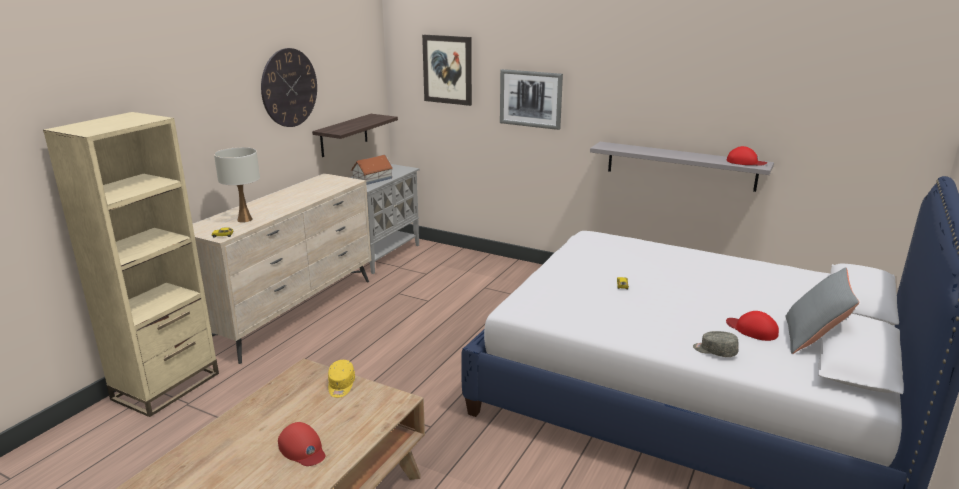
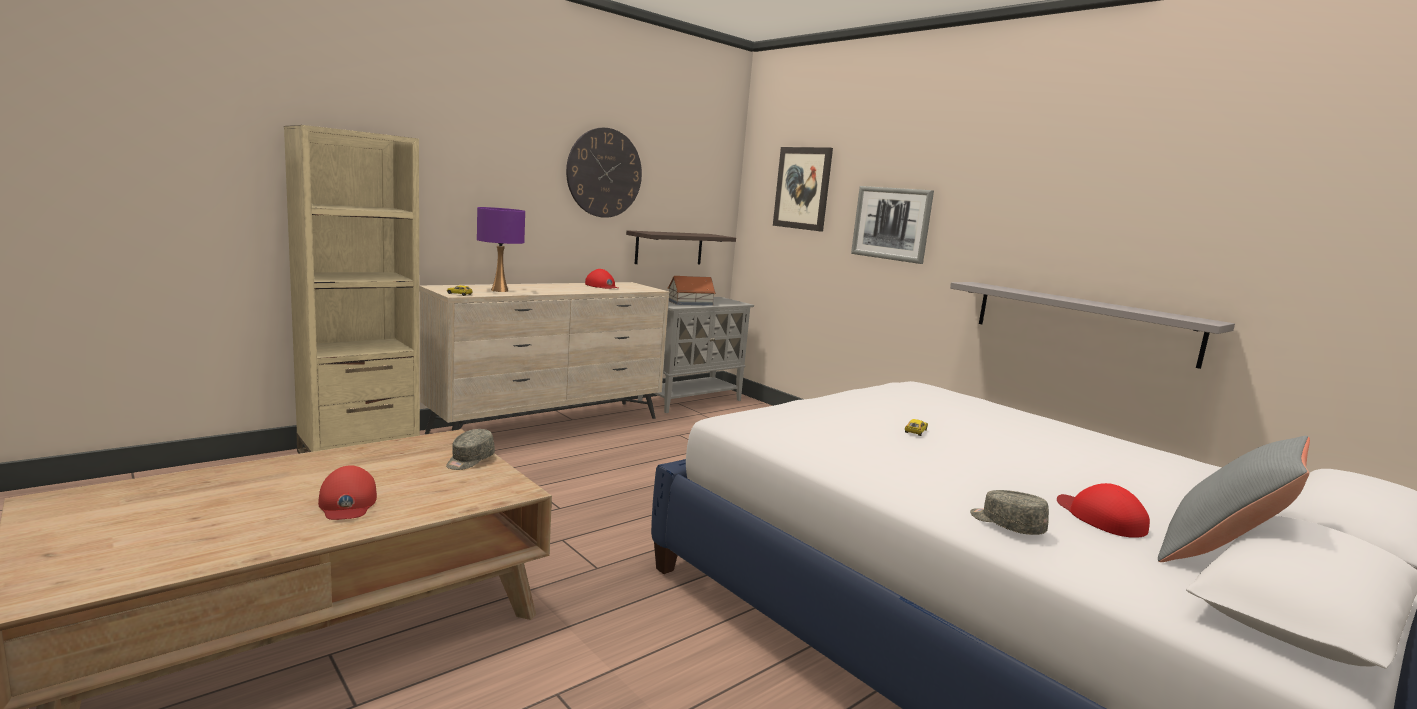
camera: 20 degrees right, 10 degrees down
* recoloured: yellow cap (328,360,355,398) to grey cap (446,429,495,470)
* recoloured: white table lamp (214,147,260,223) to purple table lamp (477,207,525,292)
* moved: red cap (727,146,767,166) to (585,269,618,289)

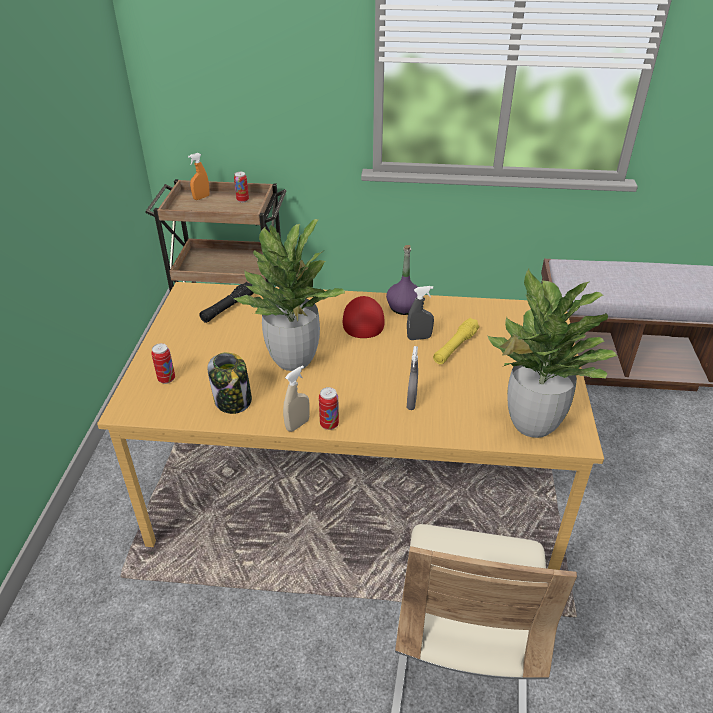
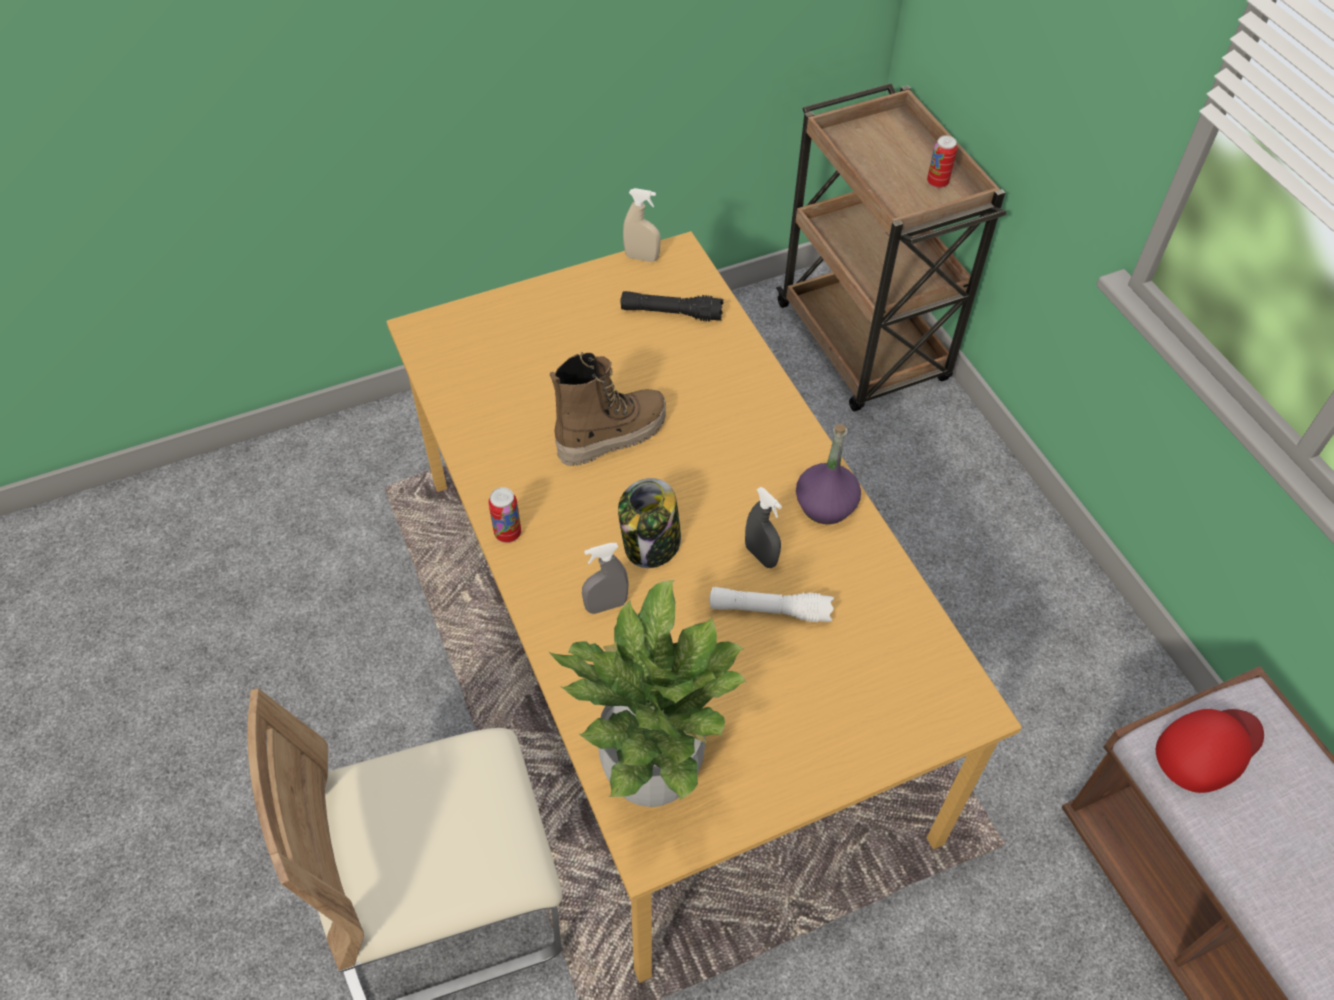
camera: 60 degrees right, 15 degrees up
* replaced: potted plant (233,219,345,371) to boot (550,352,666,466)
* moved: jar (207,352,252,414) to (618,478,681,568)
* moved: beige spray bottle (283,365,310,432) to (623,188,661,262)
* recoloured: yellow flashlight (433,318,480,364) to white flashlight (709,587,834,622)
* moved: red cap (343,296,385,338) to (1156,709,1264,793)
* removed: can (151,343,175,384)
* removed: orange spray bottle (188,153,210,200)

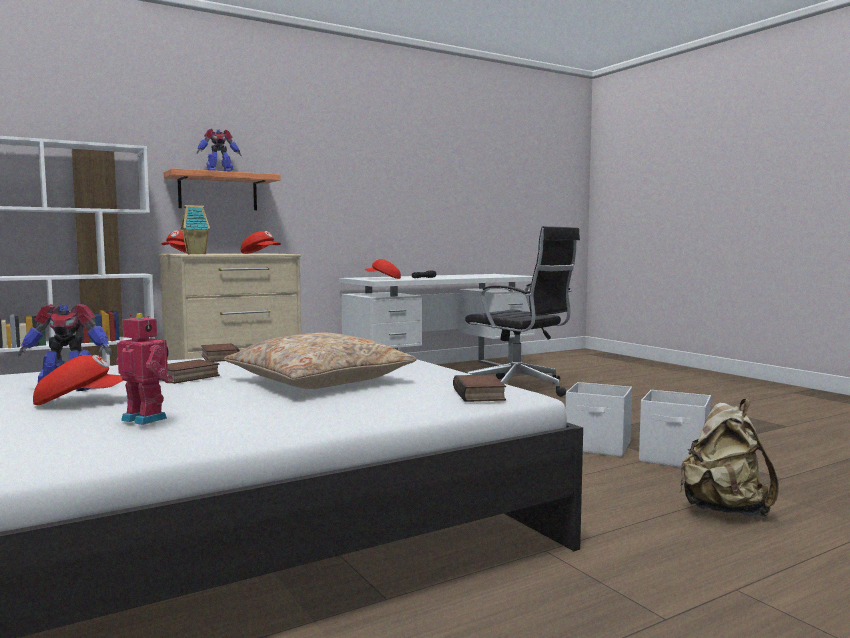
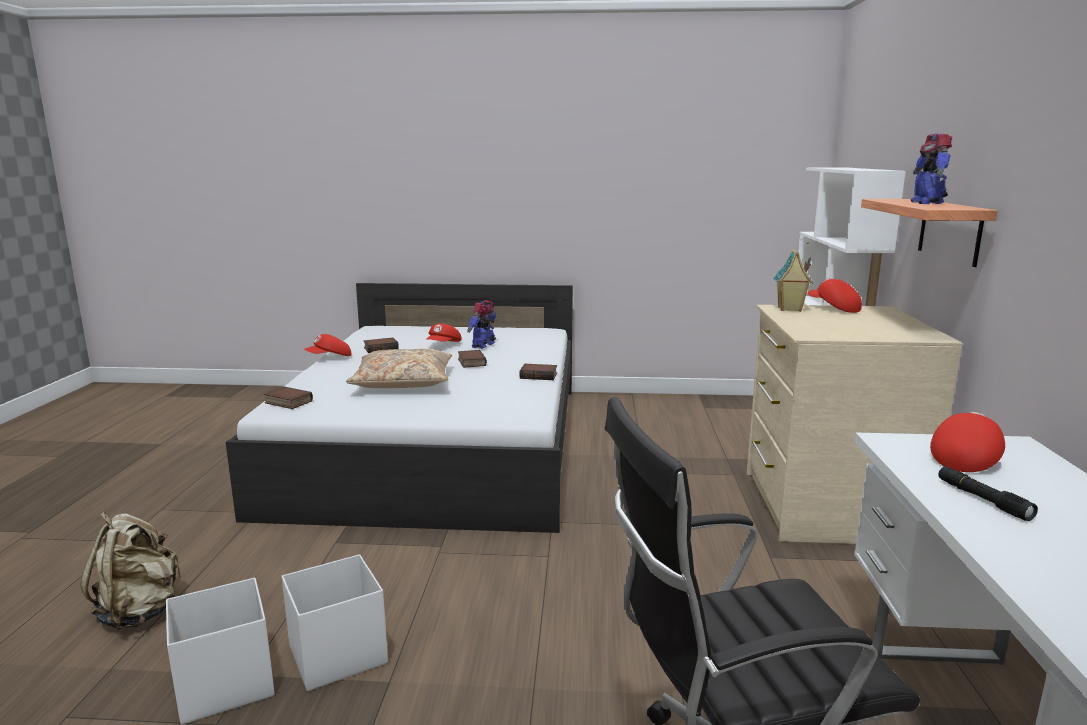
camera: 125 degrees right, 10 degrees up
* moved: red cap (241,231,281,254) to (304,334,352,356)
* replaced: toy robot (116,313,173,425) to book (364,337,399,353)

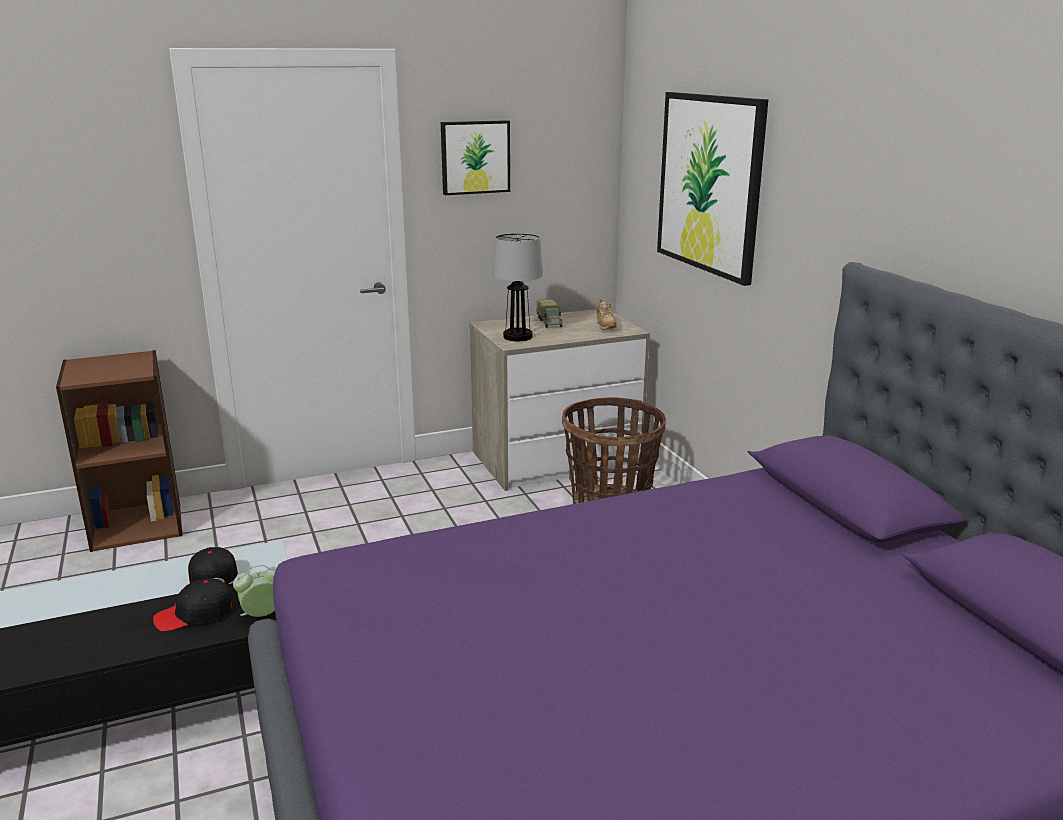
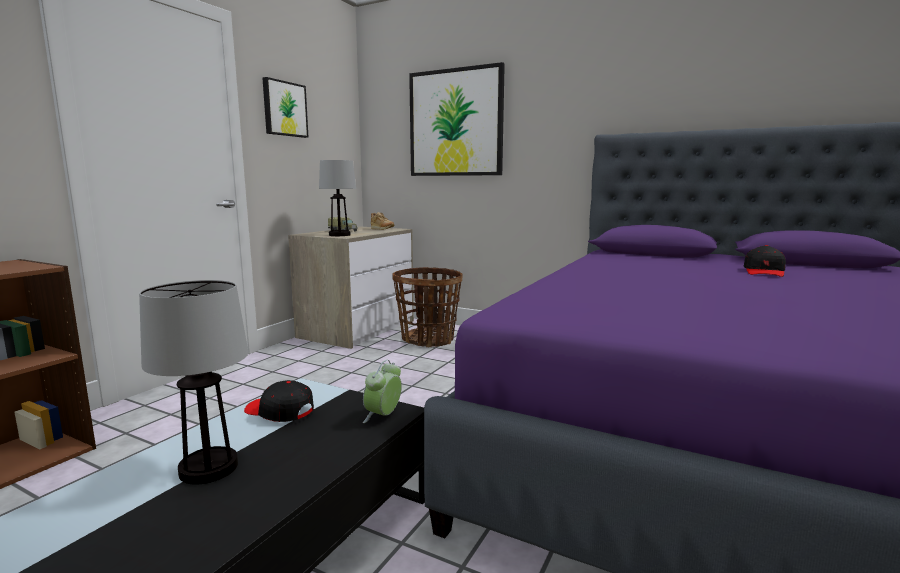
camera: 40 degrees left, 10 degrees down
* added: table lamp (139,280,248,485)
* moved: black cap (153,578,232,631) to (743,245,786,277)

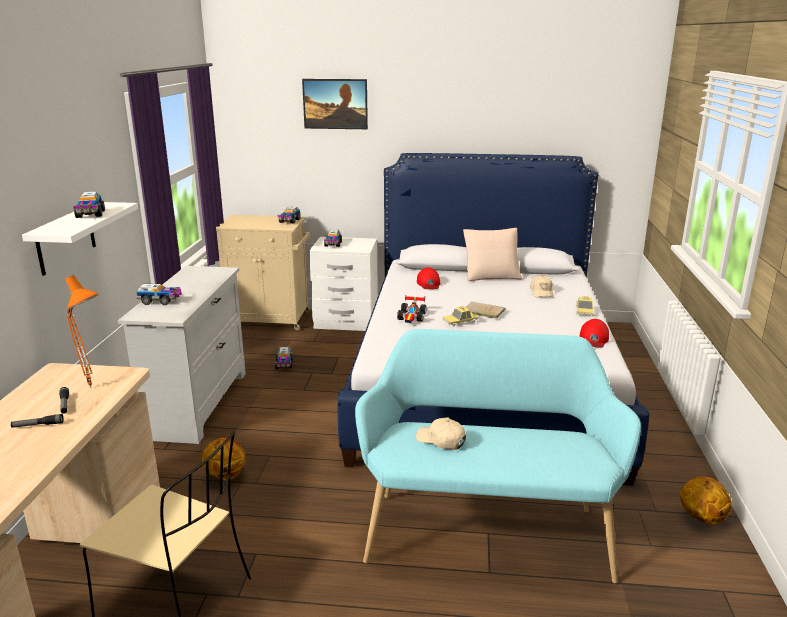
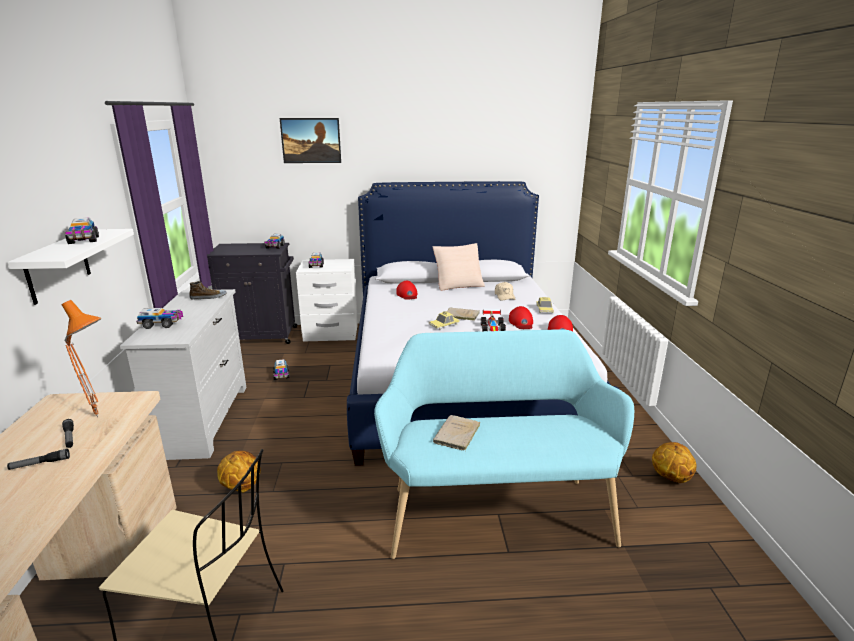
camera: 10 degrees left, 0 degrees up
* added: shoe (189,281,227,300)
* recoloured: beige cabinet (216,215,310,330) to black cabinet (207,243,297,344)
* replaced: beige cap (416,418,466,450) to beige book (433,415,480,451)
* moved: toy car (397,296,427,323) to (481,310,506,331)
* added: red cap (509,306,533,329)

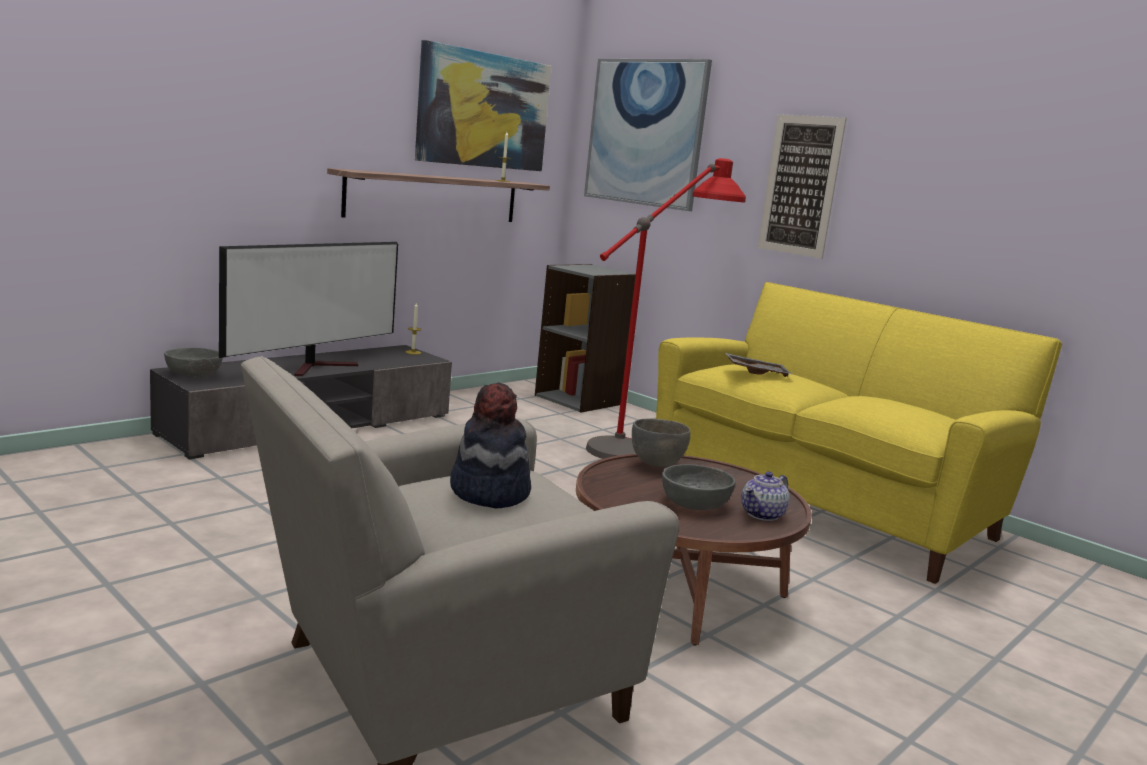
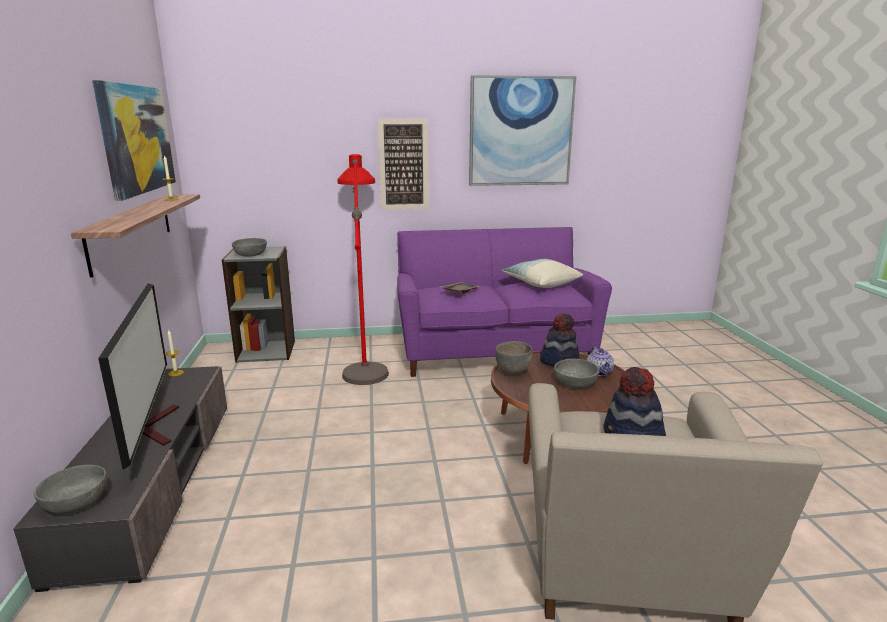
camera: 50 degrees left, 5 degrees up
* added: grey bowl (232,238,267,257)
* recoloured: yellow sofa (656,282,1062,584) to purple sofa (397,227,612,377)
* moved: picture (584,59,712,211) to (469,75,576,186)
* added: pillow (501,259,583,288)
* added: hat (540,313,579,366)

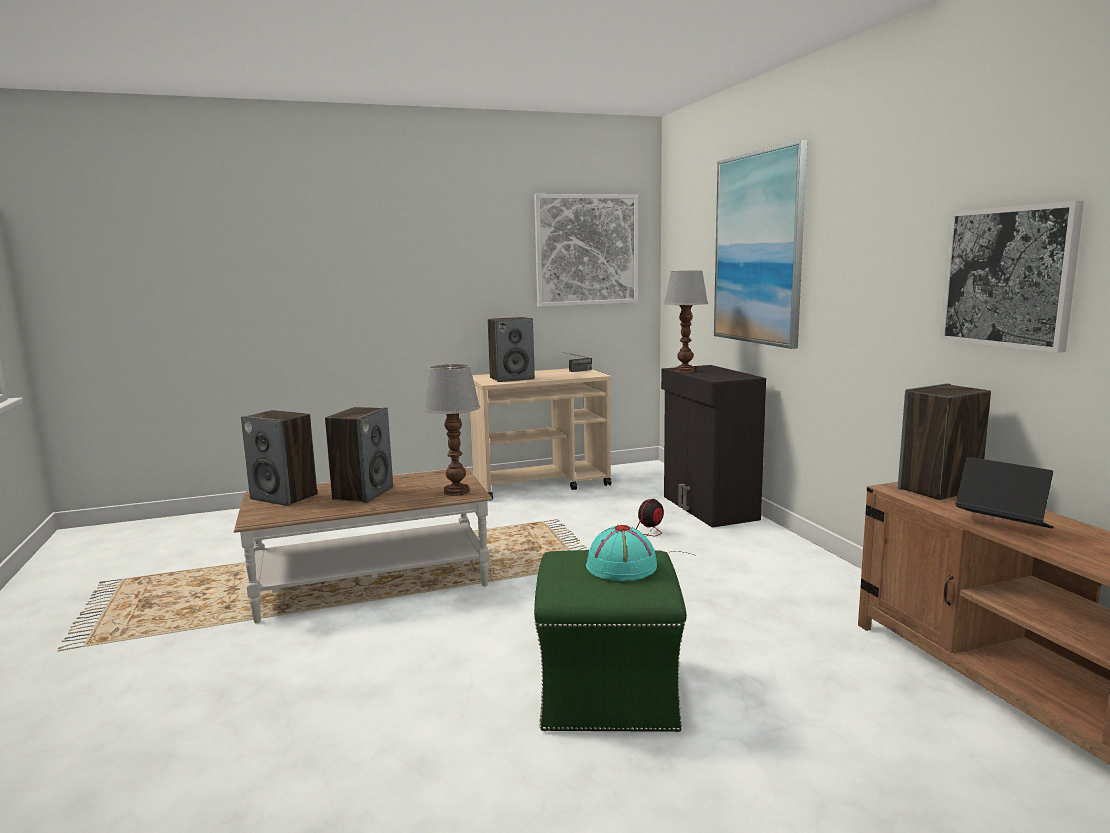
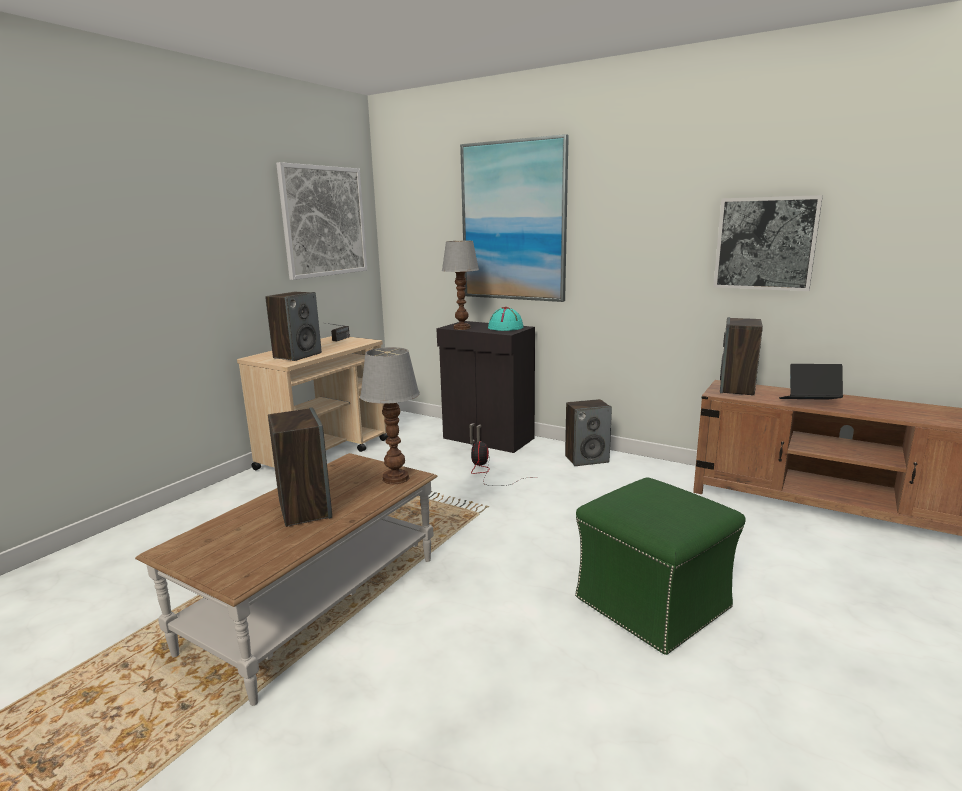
camera: 40 degrees left, 5 degrees up
* moved: turquoise hat (586,525,657,581) to (488,307,523,331)
* moved: speaker (241,410,317,506) to (565,399,612,466)

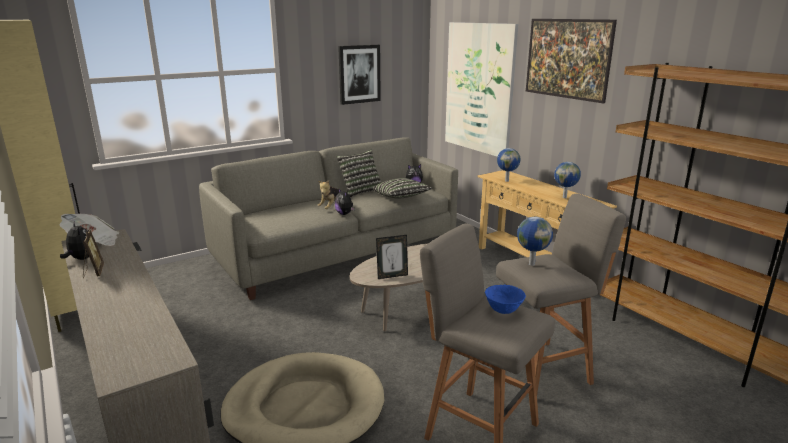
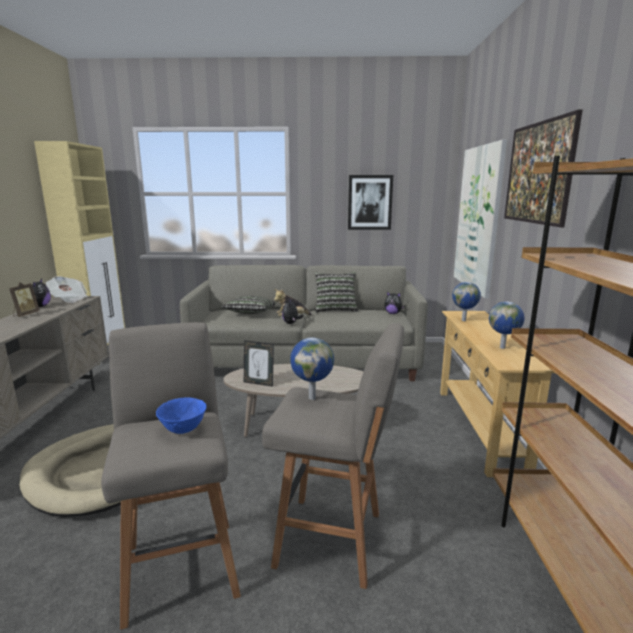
camera: 35 degrees right, 5 degrees down
* moved: pillow (373,178,432,198) to (221,296,276,314)

